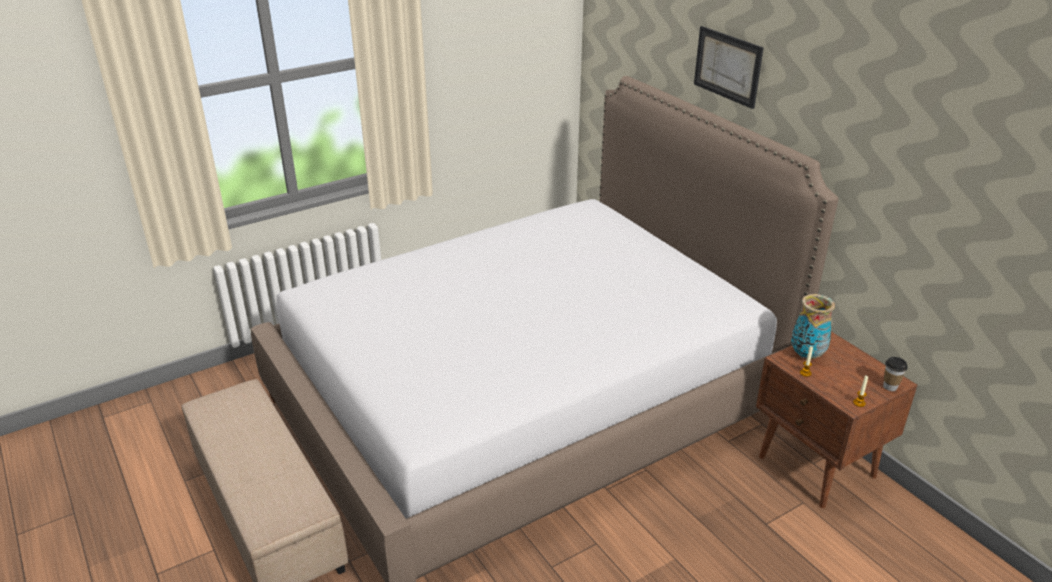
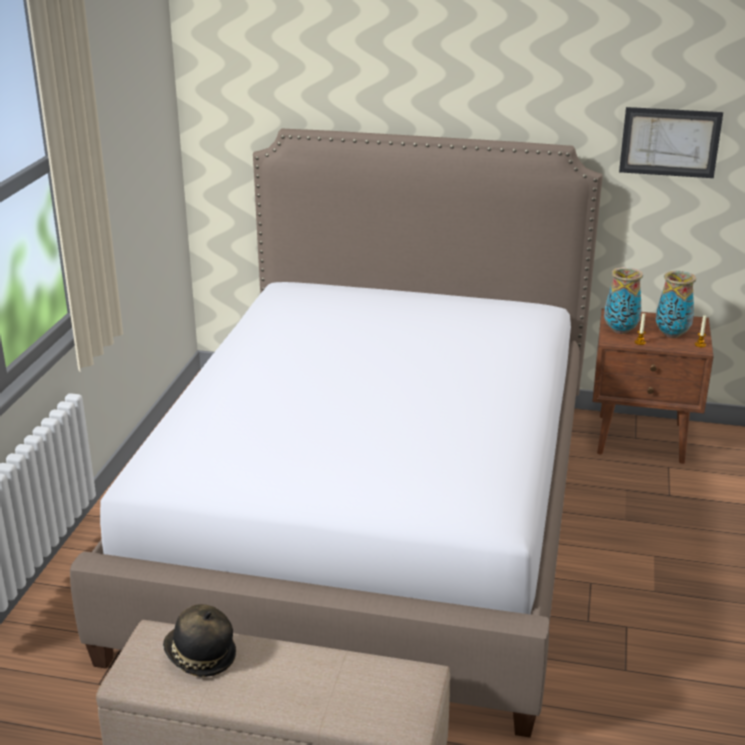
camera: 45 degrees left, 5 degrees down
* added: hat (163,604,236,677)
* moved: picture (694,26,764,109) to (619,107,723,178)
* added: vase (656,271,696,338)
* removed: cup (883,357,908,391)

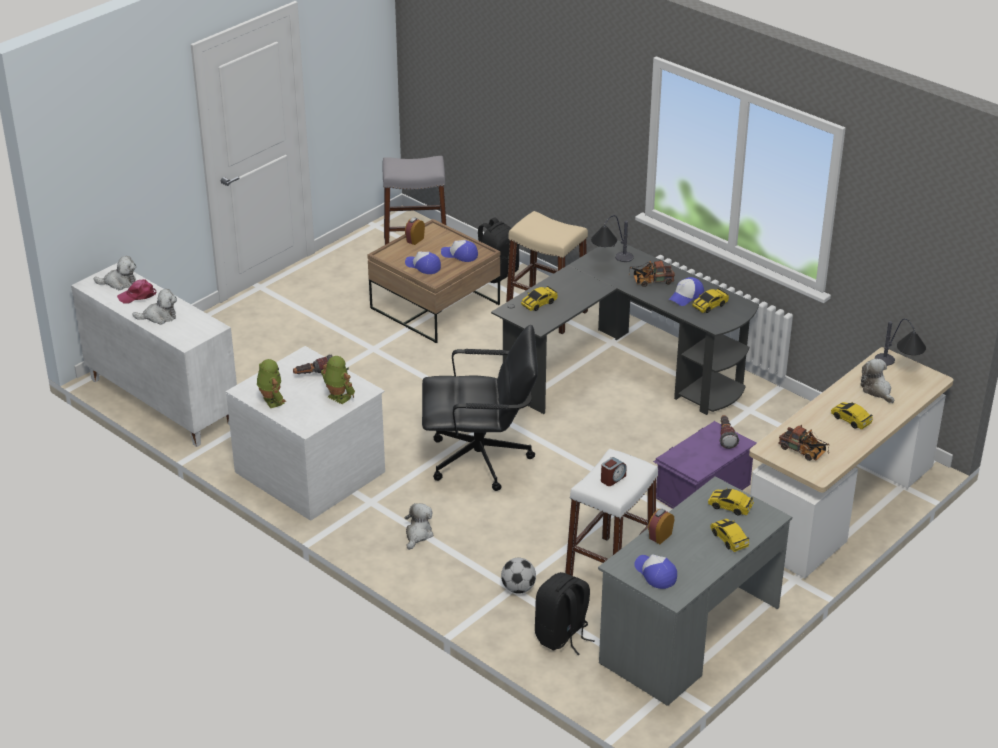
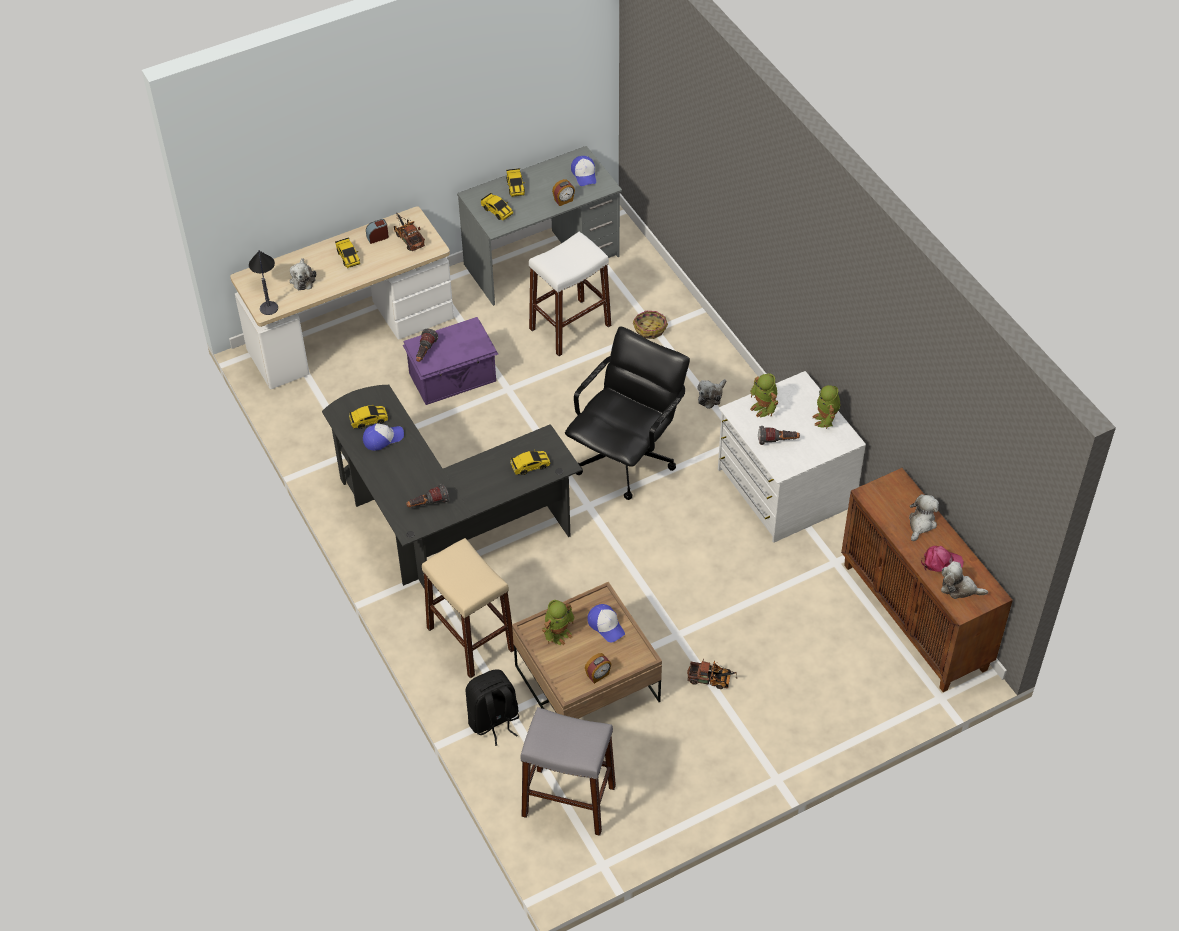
camera: 160 degrees left, 15 degrees up
* moved: alarm clock (601,457,627,486) to (366,219,389,244)
* replaced: table lamp (591,215,634,262) to flashlight (406,484,449,507)
* replaced: cap (441,240,478,262) to toy robot (542,600,575,645)
* turned: black office chair (422,324,538,491) = (565,327,690,500) 105 degrees clockwise
* replaced: football (501,558,536,594) to basket (633,311,668,339)
* moved: toy truck (628,260,675,287) to (687,658,737,689)
* recoloured: white cabinet (71,263,237,447) to brown cabinet (841,468,1013,692)
* turned: plush toy (132,289,177,325) = (909,494,939,541) 105 degrees clockwise
* removed: black backpack (535,572,595,655)

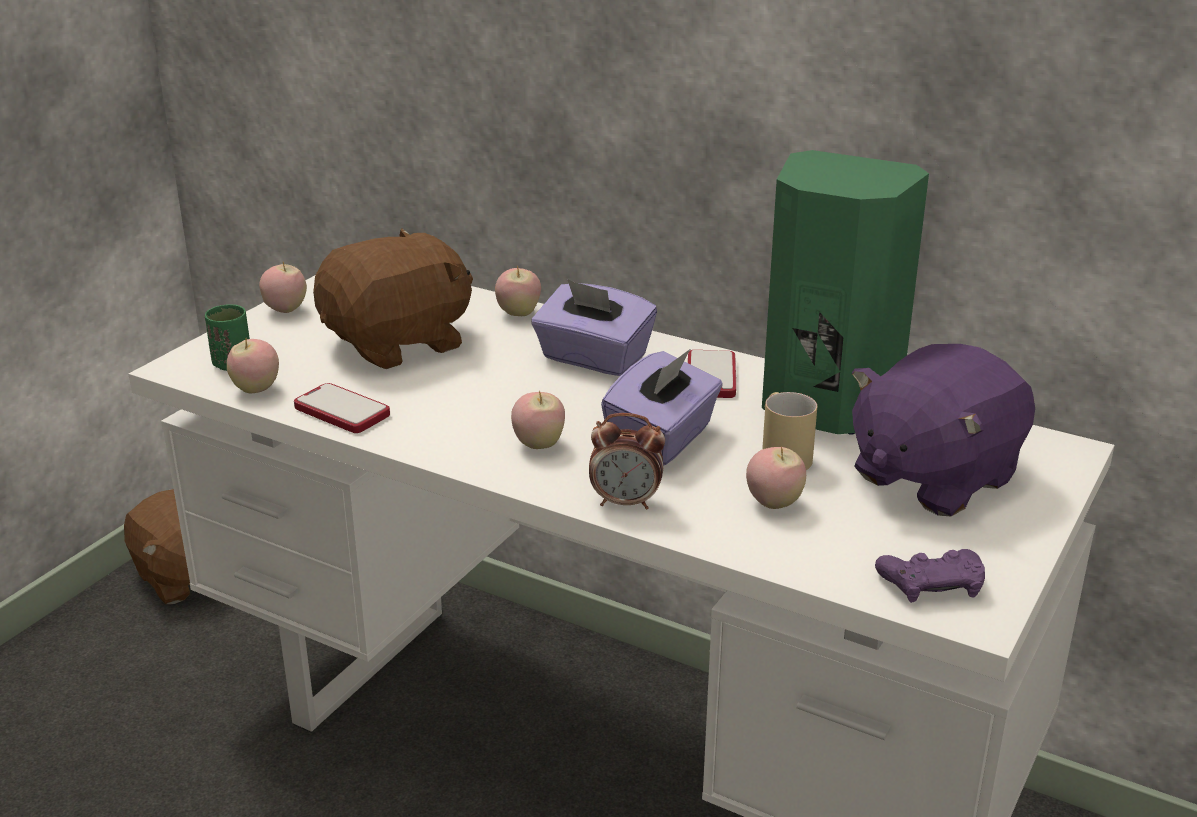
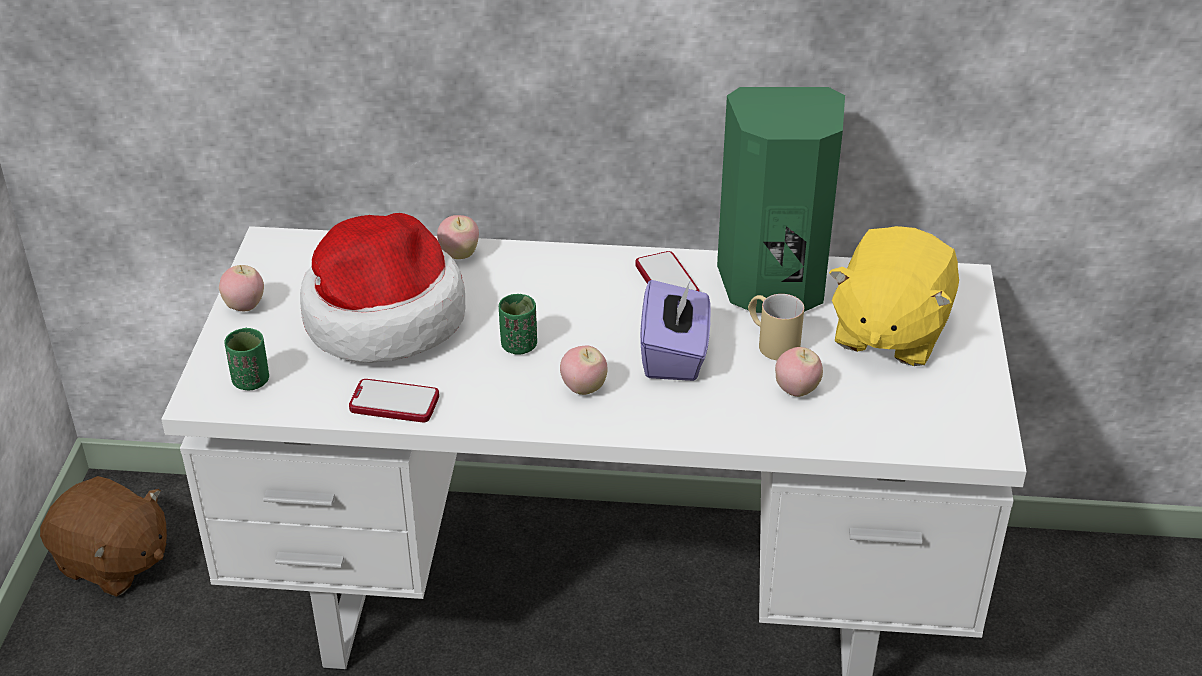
camera: 25 degrees left, 10 degrees up
* replaced: brown plush toy (313,228,473,369) to hat (300,213,466,363)
* added: green cup (499,294,537,355)
* recoloured: purple plush toy (852,344,1035,516) to yellow plush toy (829,226,959,366)
* removed: apple (227,339,279,393)
* removed: purple tissue box (531,279,657,376)
* removed: alarm clock (589,413,665,509)
* removed: purple game controller (875,549,985,603)

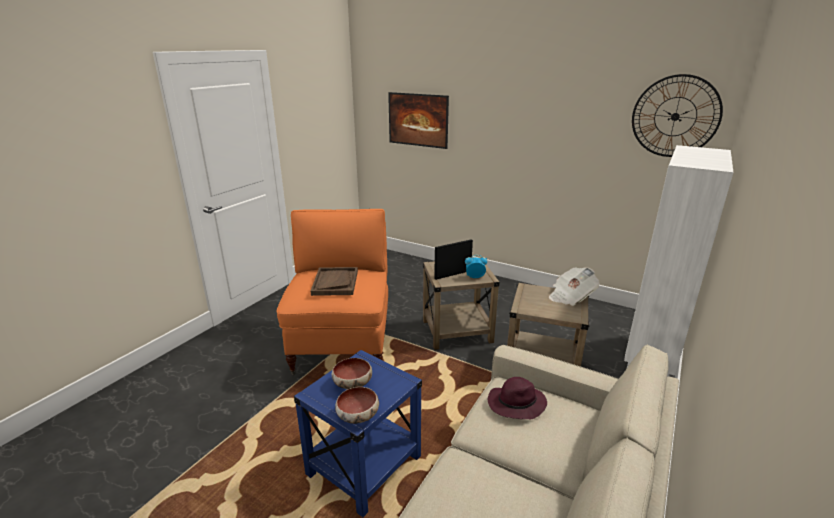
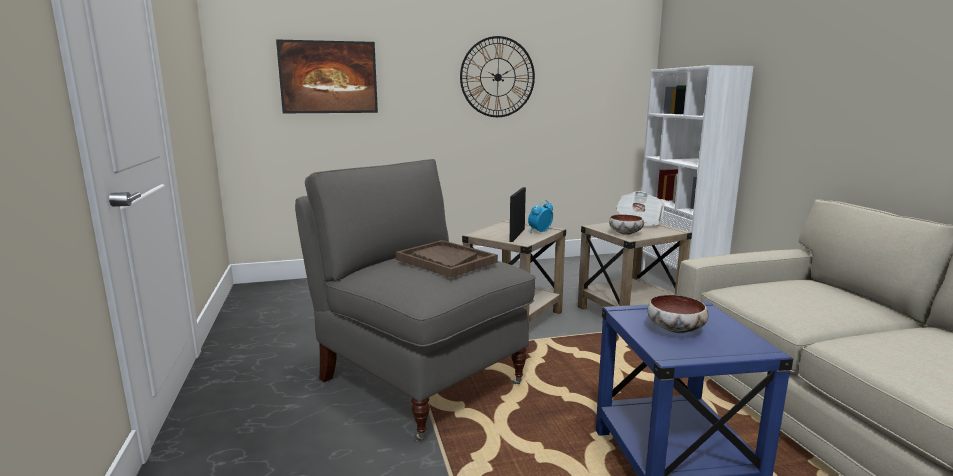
camera: 45 degrees left, 10 degrees down
* recoloured: orange armchair (277,209,388,375) to grey armchair (295,159,536,441)
* moved: wall clock (632,74,723,157) to (460,36,535,117)
* moved: bowl (335,387,379,424) to (609,214,644,235)
* removed: purple hat (488,377,547,419)

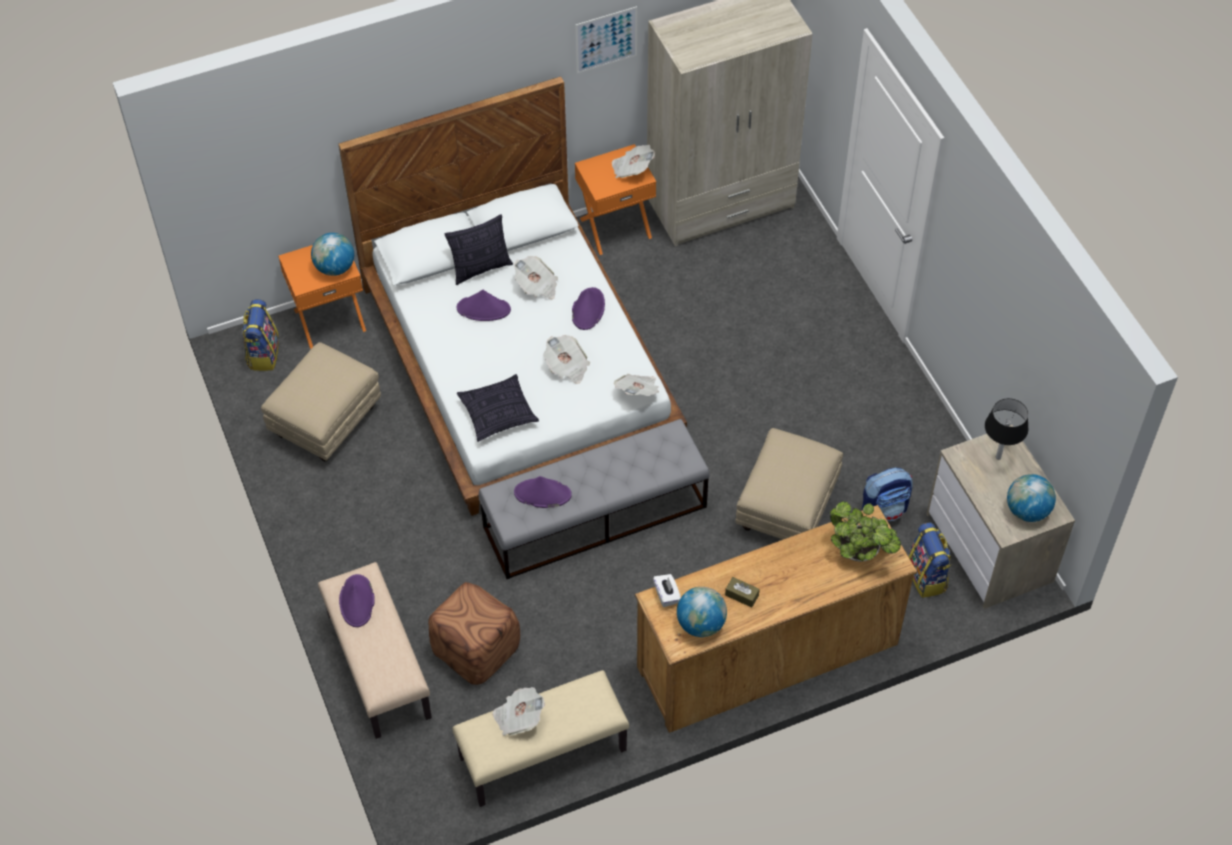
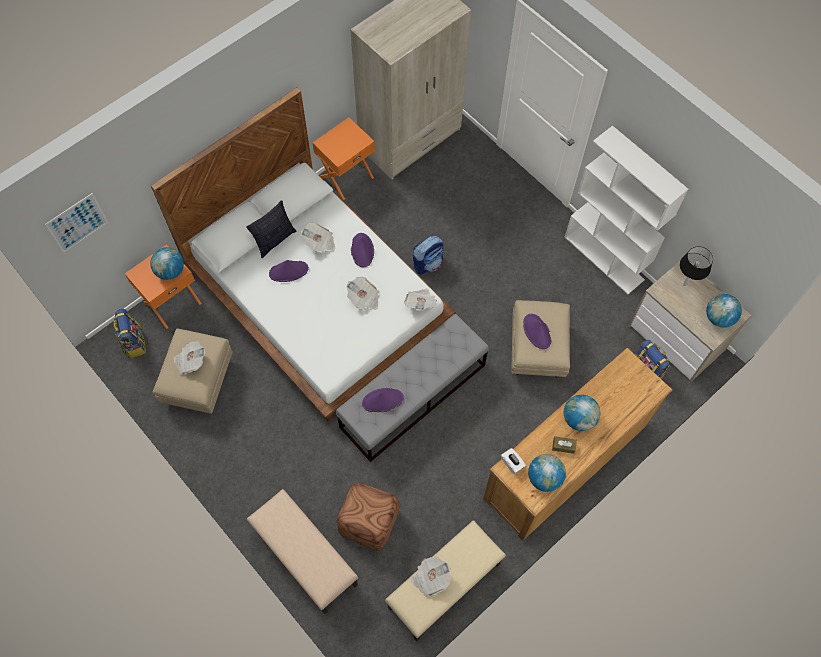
camera: 20 degrees left, 10 degrees up
* moved: picture (575,6,637,74) to (45,193,108,253)
* moved: newspaper (612,145,655,178) to (173,341,206,374)
* moved: backpack (862,467,913,521) to (413,235,444,275)
* moved: purple hat (339,574,375,627) to (523,314,551,349)
* added: globe (564,395,600,431)
* added: white bookcase (565,126,688,294)
* removed: pillow (457,374,539,442)
* removed: potted plant (830,501,901,562)

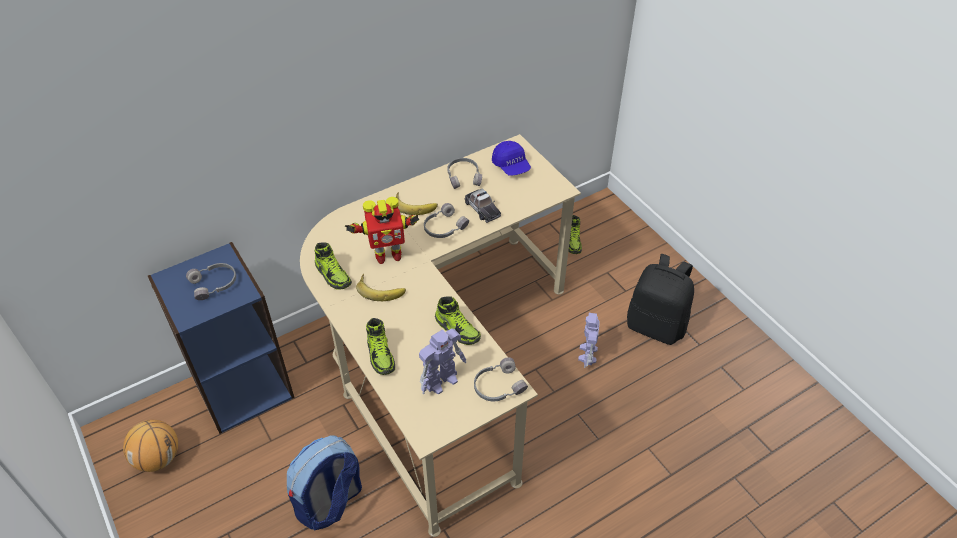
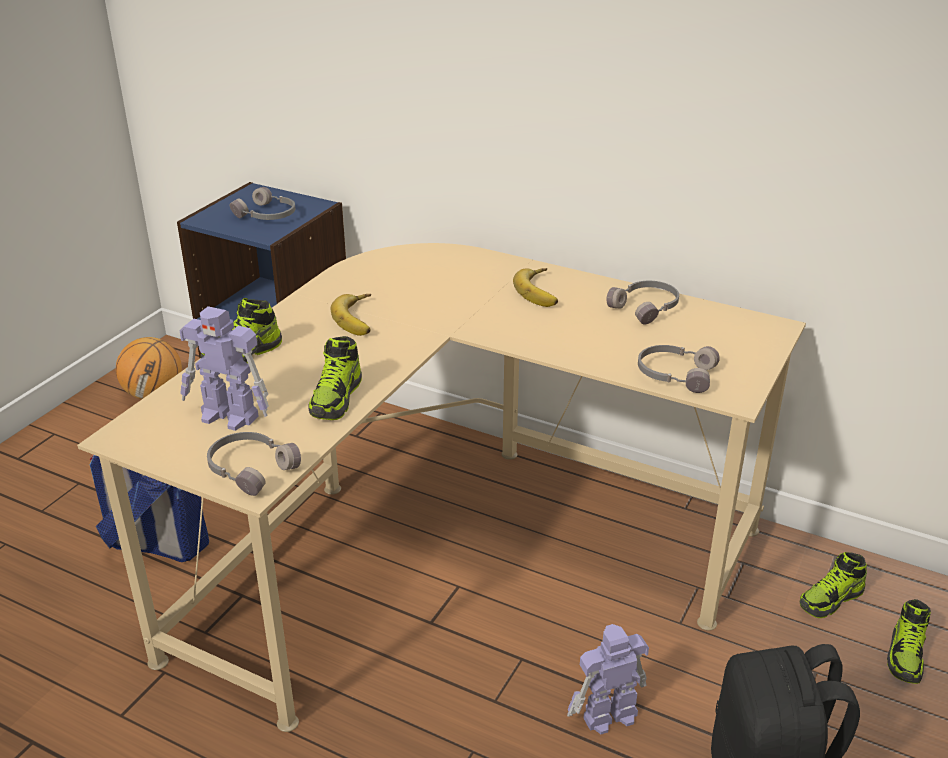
camera: 60 degrees right, 15 degrees down
* moved: grey headphones (424,203,469,238) to (638,345,720,393)
* moved: shoe (315,242,352,290) to (887,599,931,684)
* removed: toy robot (345,197,419,264)
* removed: toy car (464,188,501,223)
* removed: blue cap (492,141,531,176)

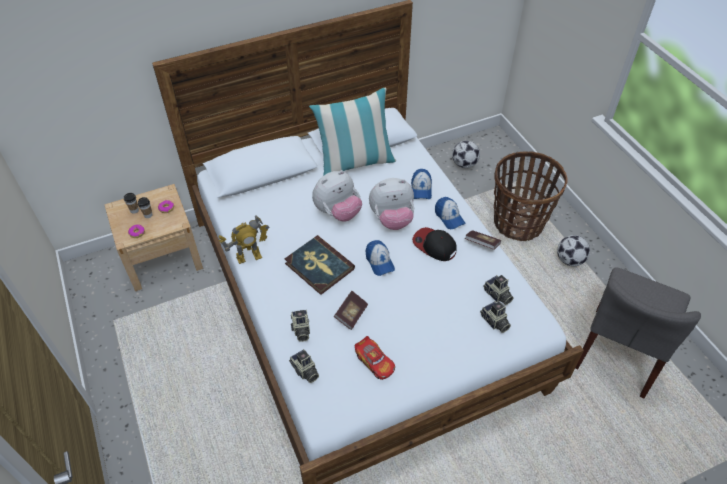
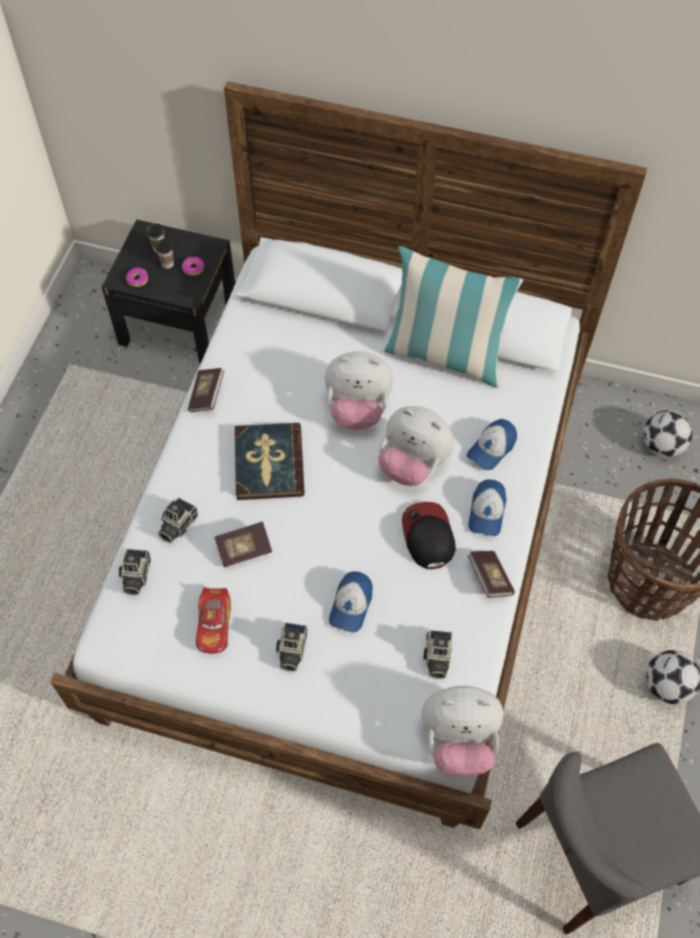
camera: 40 degrees right, 10 degrees up
* recoloured: beige nightstand (104,184,203,291) to black nightstand (102,219,235,364)
* replaced: toy robot (218,215,269,264) to book (188,368,224,412)
* moved: photo camera (480,301,511,333) to (276,622,307,672)
* moved: cap (365,240,395,276) to (329,571,373,632)
* added: plush toy (422,686,503,775)

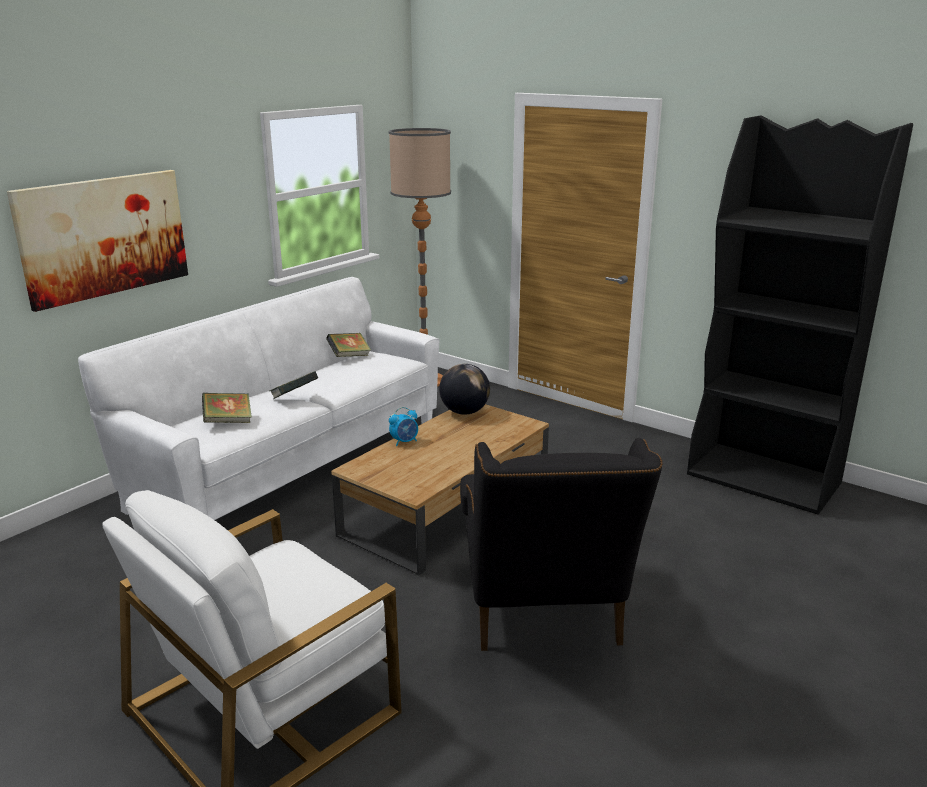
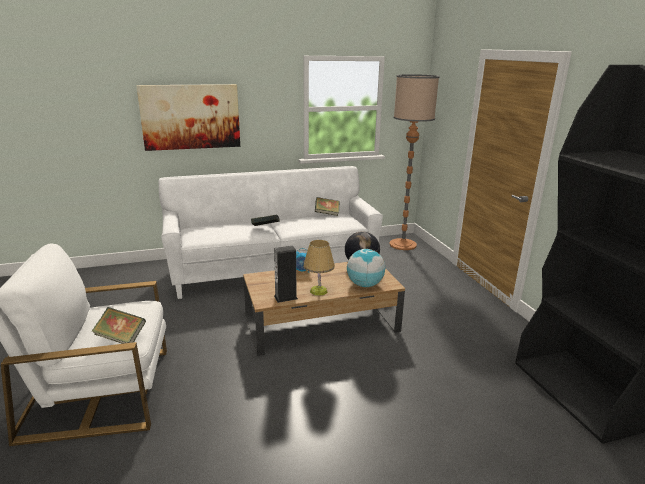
camera: 35 degrees right, 0 degrees up
* moved: book (202,393,252,423) to (91,307,146,344)
* added: speaker (274,246,298,303)
* added: table lamp (303,240,335,296)
* added: globe (347,249,385,287)
* removed: black armchair (460,438,663,651)

